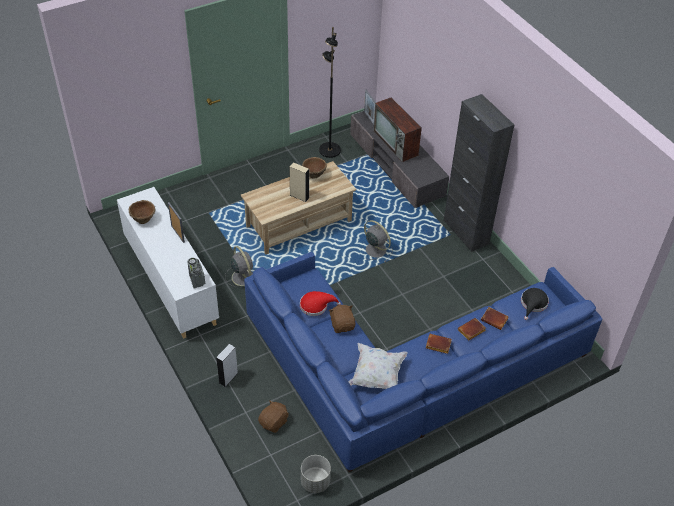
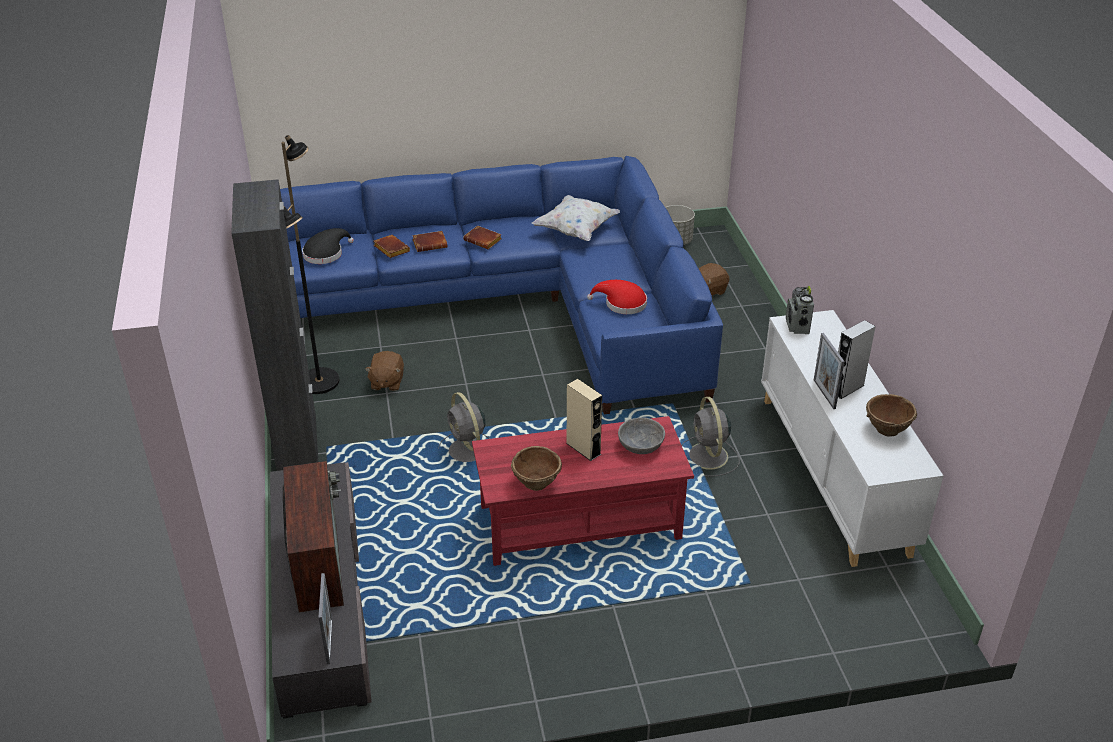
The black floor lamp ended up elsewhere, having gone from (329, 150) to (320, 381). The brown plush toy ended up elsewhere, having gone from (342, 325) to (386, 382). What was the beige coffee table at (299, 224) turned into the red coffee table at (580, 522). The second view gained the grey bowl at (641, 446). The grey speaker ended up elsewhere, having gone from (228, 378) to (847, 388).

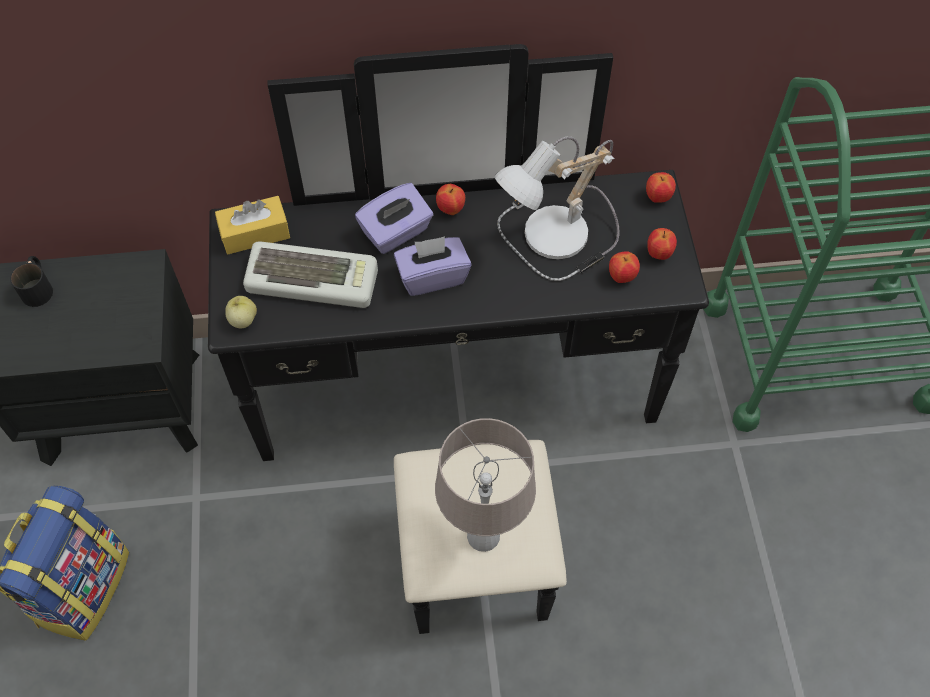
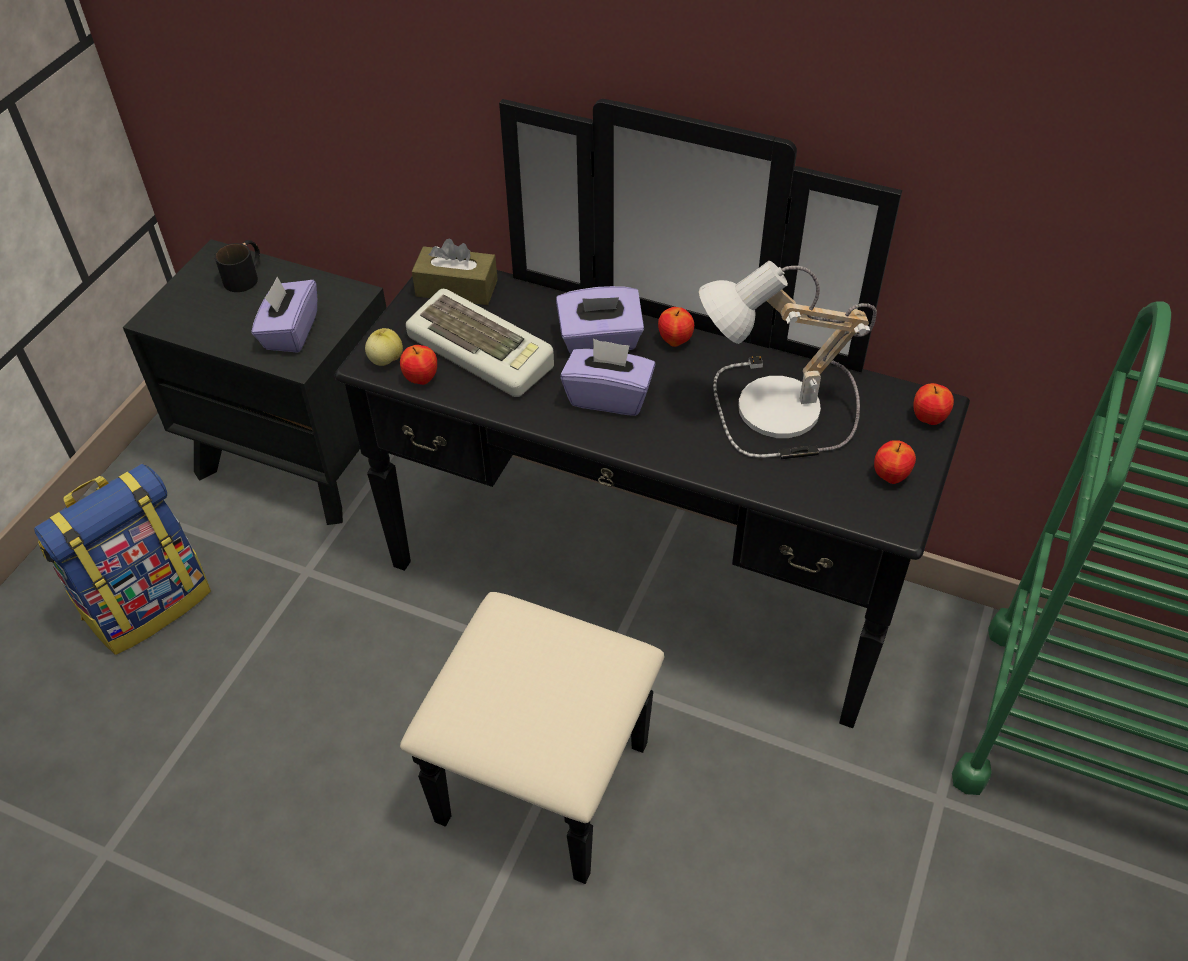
The second view gained the purple tissue box at (290, 332). The apple ended up elsewhere, having gone from (621, 277) to (421, 379). What was the yellow tissue box at (255, 233) turned into the brown tissue box at (456, 288). The second view lost the beige table lamp at (484, 536).

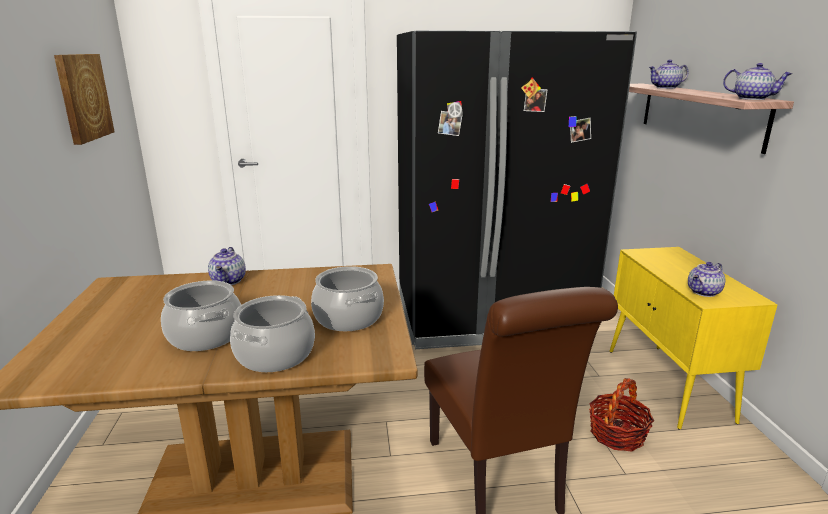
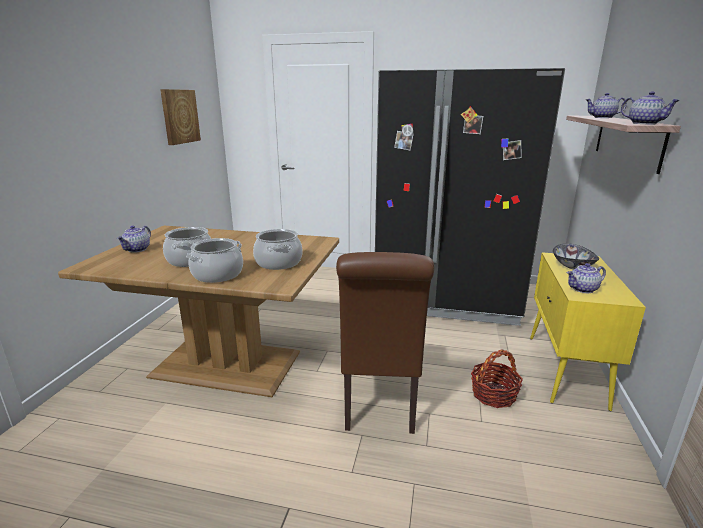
The teapot ended up elsewhere, having gone from (229, 281) to (137, 250). The second view gained the bowl at (573, 266).

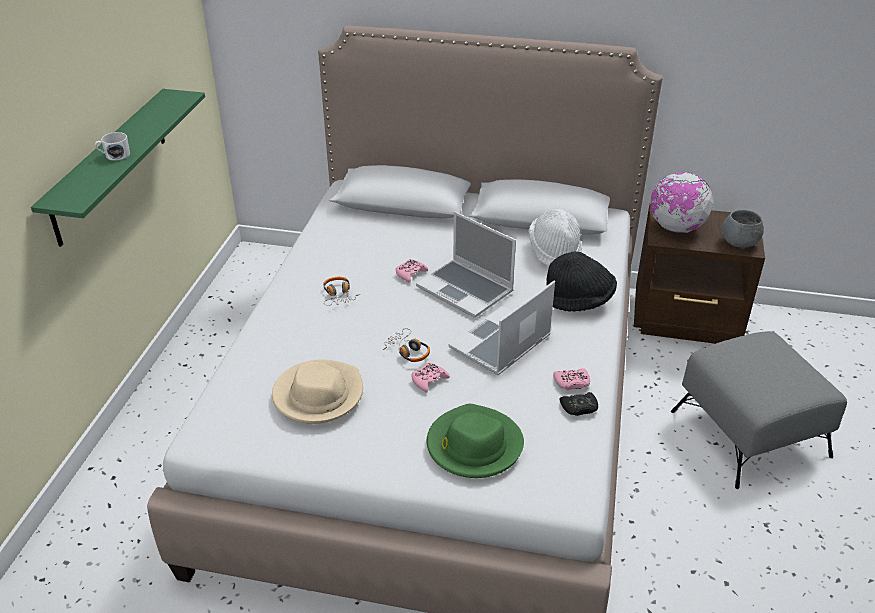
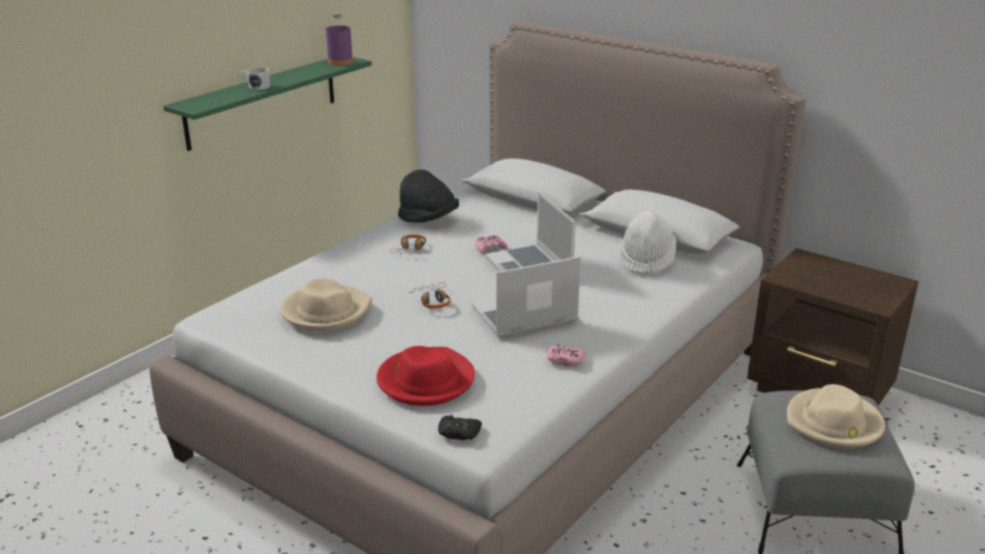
The second view gained the purple bottle at (340, 62). What was the green hat at (473, 445) turned into the red hat at (425, 380). The black hat ended up elsewhere, having gone from (578, 301) to (428, 220). The black game controller ended up elsewhere, having gone from (579, 408) to (459, 433). The second view gained the beige hat at (834, 423). The second view lost the pink game controller at (429, 380). The second view lost the globe at (676, 228). The second view lost the grey bowl at (739, 243).

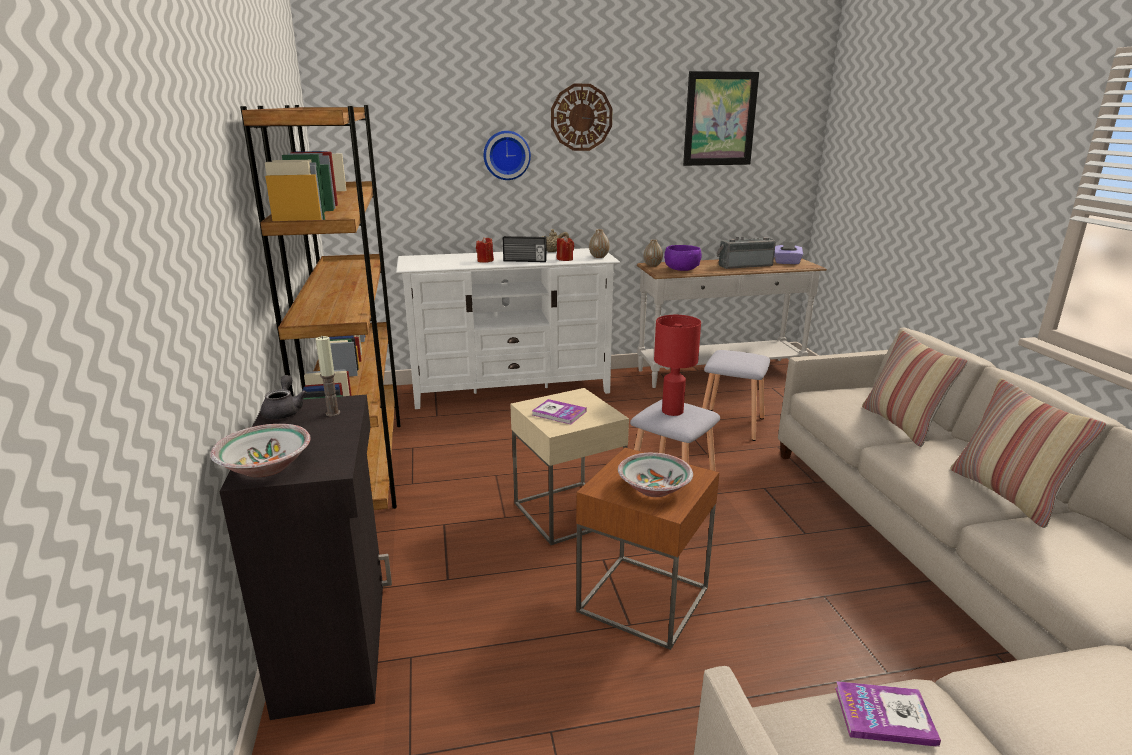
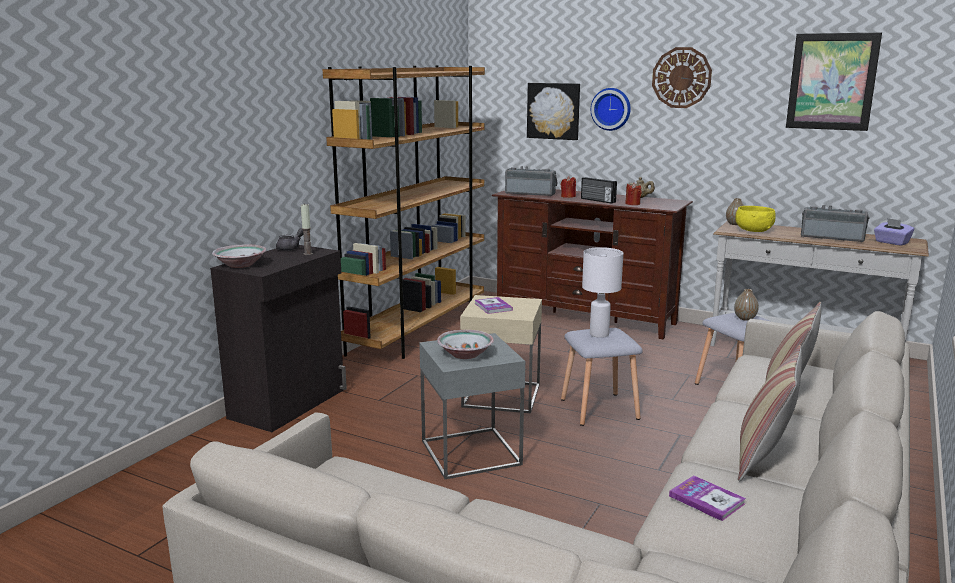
What was the brown side table at (643, 599) turned into the grey side table at (470, 452). What was the white tv stand at (511, 389) turned into the brown tv stand at (585, 317). The second view gained the radio at (530, 193). The second view gained the picture at (554, 111). What was the red table lamp at (673, 411) turned into the white table lamp at (599, 334). The book ended up elsewhere, having gone from (884, 715) to (707, 499). The vase ended up elsewhere, having gone from (599, 257) to (745, 318). What was the purple bowl at (681, 270) turned into the yellow bowl at (753, 231).

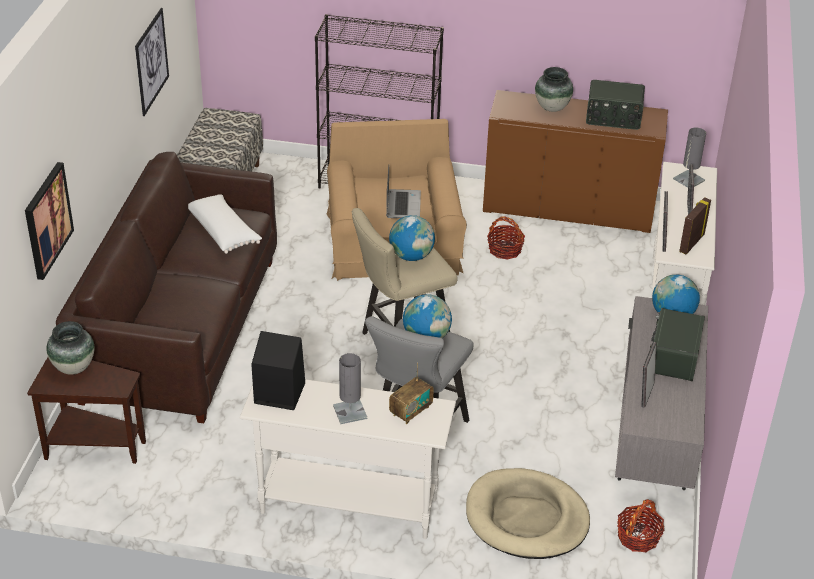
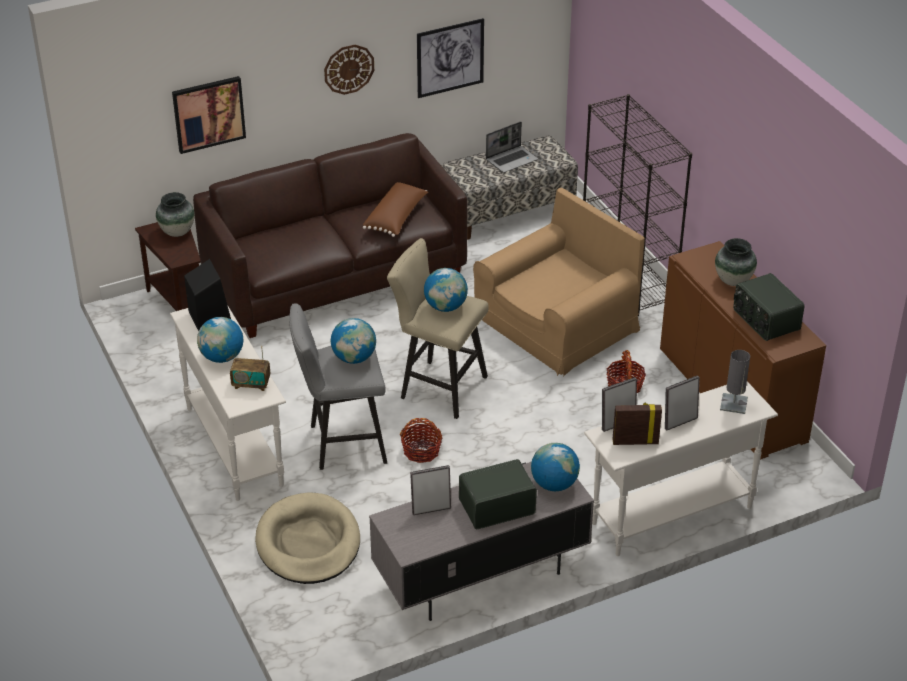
Where the grey table lamp stood at (350, 412), the globe came to stand at (222, 357). The second view gained the wall clock at (349, 69). What was the white pillow at (224, 232) turned into the brown pillow at (397, 218). The basket ended up elsewhere, having gone from (638, 537) to (421, 451). The laptop ended up elsewhere, having gone from (402, 205) to (512, 160).

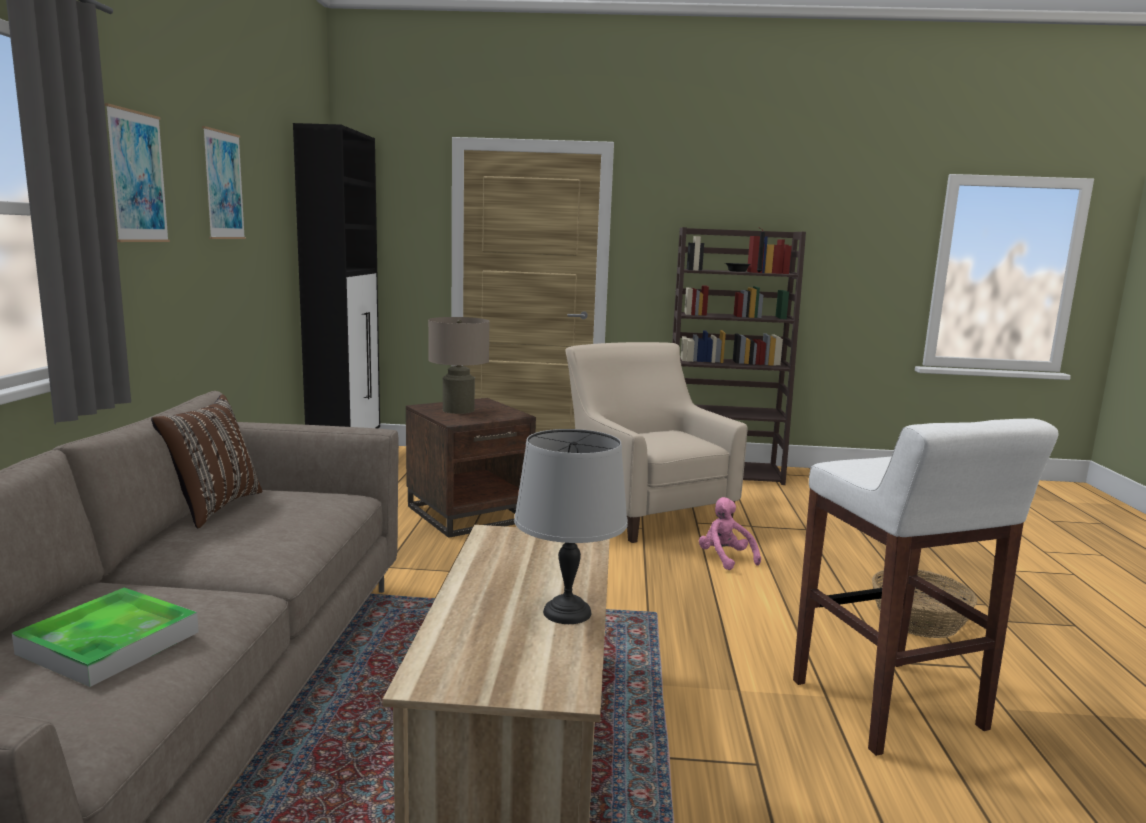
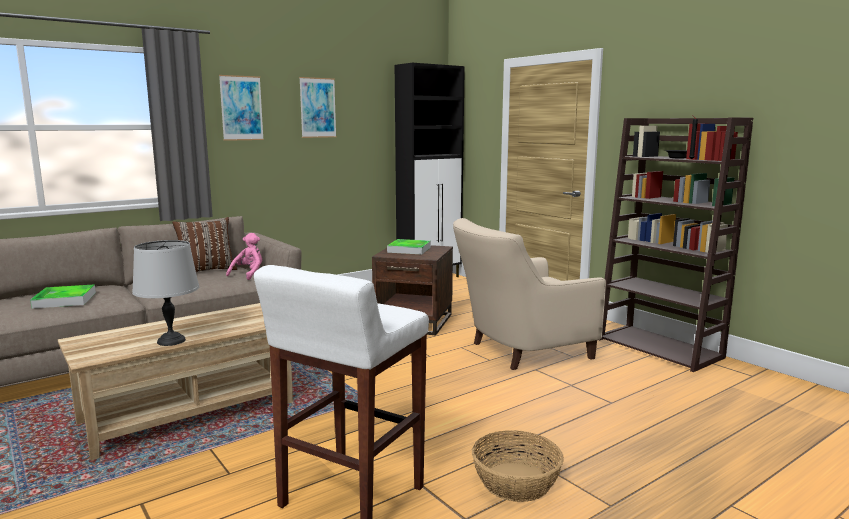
The pink plush toy ended up elsewhere, having gone from (725, 558) to (248, 274). Where the beige table lamp stood at (458, 410), the tray came to stand at (409, 249). The beige armchair at (643, 510) ended up facing another way, 135 degrees counterclockwise from before.

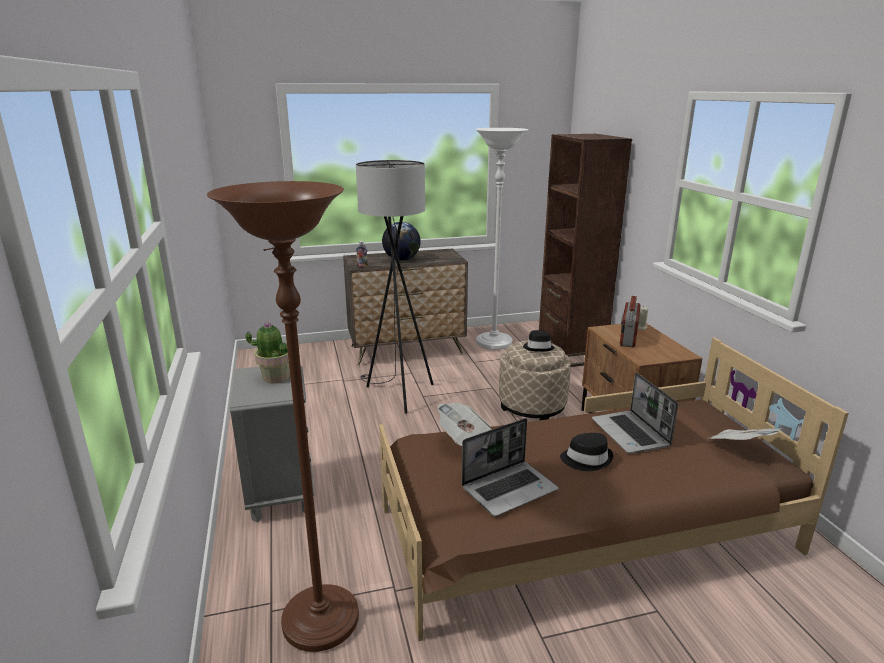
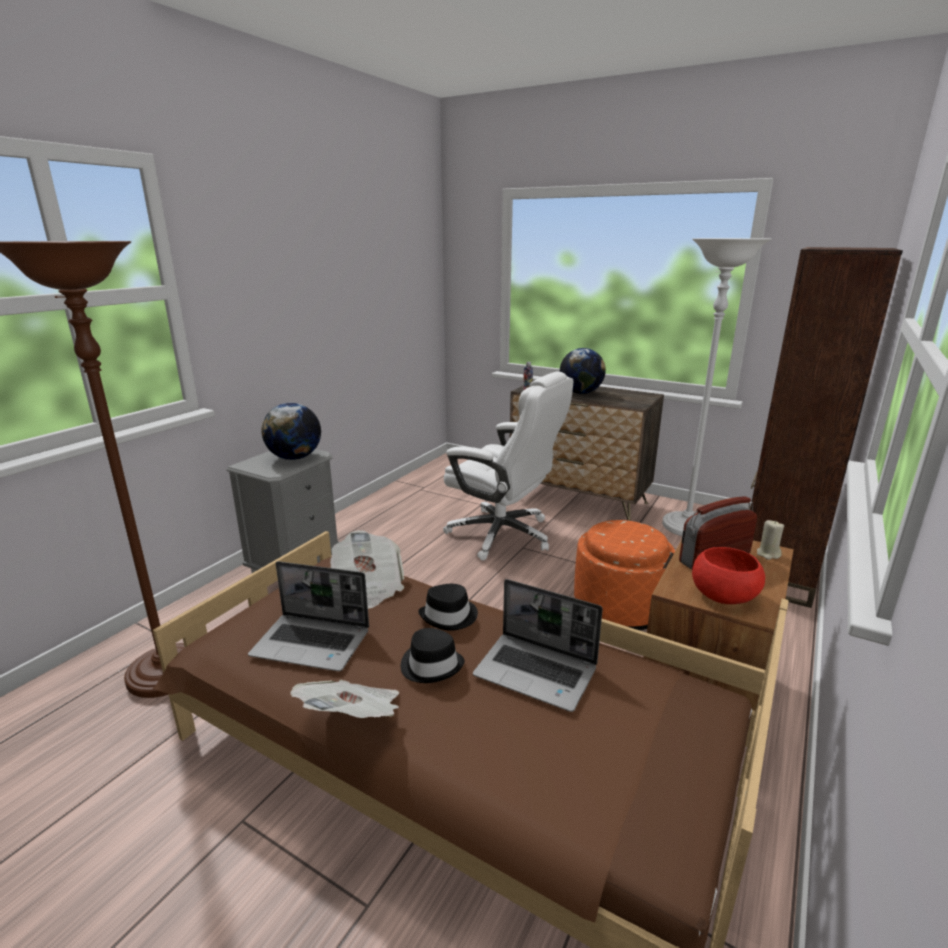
Where the potted plant stood at (275, 377), the globe came to stand at (295, 458). The newspaper ended up elsewhere, having gone from (740, 448) to (353, 719). The black hat ended up elsewhere, having gone from (538, 347) to (449, 616). Where the grey floor lamp stood at (396, 394), the white office chair came to stand at (503, 535). The laptop at (631, 433) ended up facing another way, 90 degrees counterclockwise from before. What was the beige ottoman at (532, 405) turned into the orange ottoman at (619, 608). The second view gained the red bowl at (724, 595).

